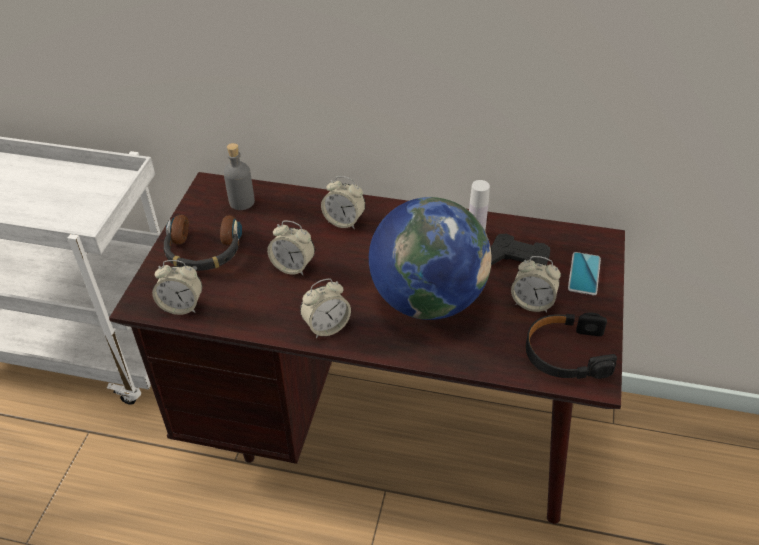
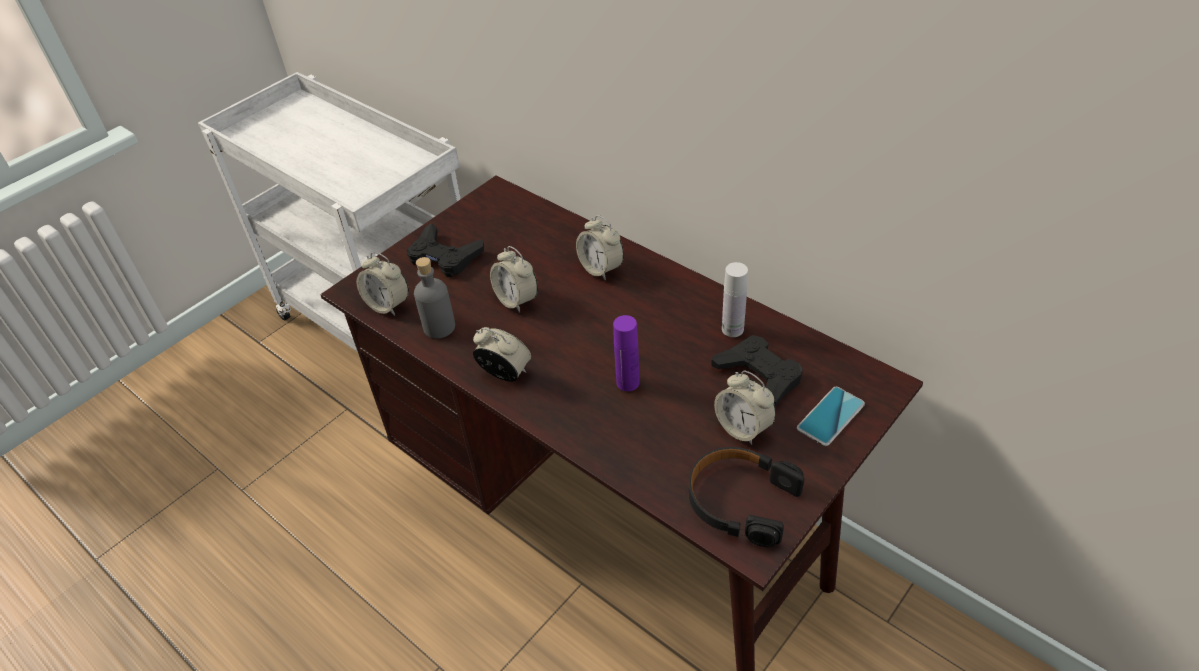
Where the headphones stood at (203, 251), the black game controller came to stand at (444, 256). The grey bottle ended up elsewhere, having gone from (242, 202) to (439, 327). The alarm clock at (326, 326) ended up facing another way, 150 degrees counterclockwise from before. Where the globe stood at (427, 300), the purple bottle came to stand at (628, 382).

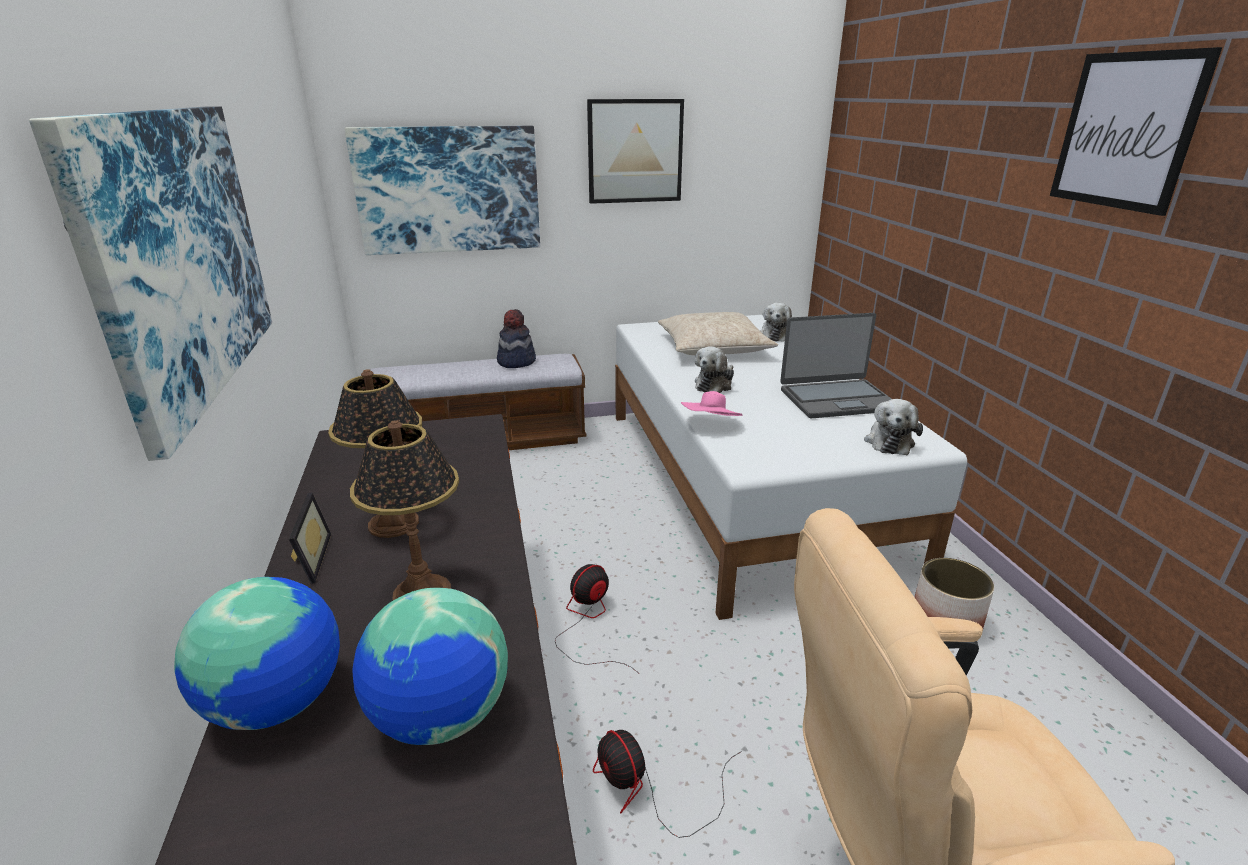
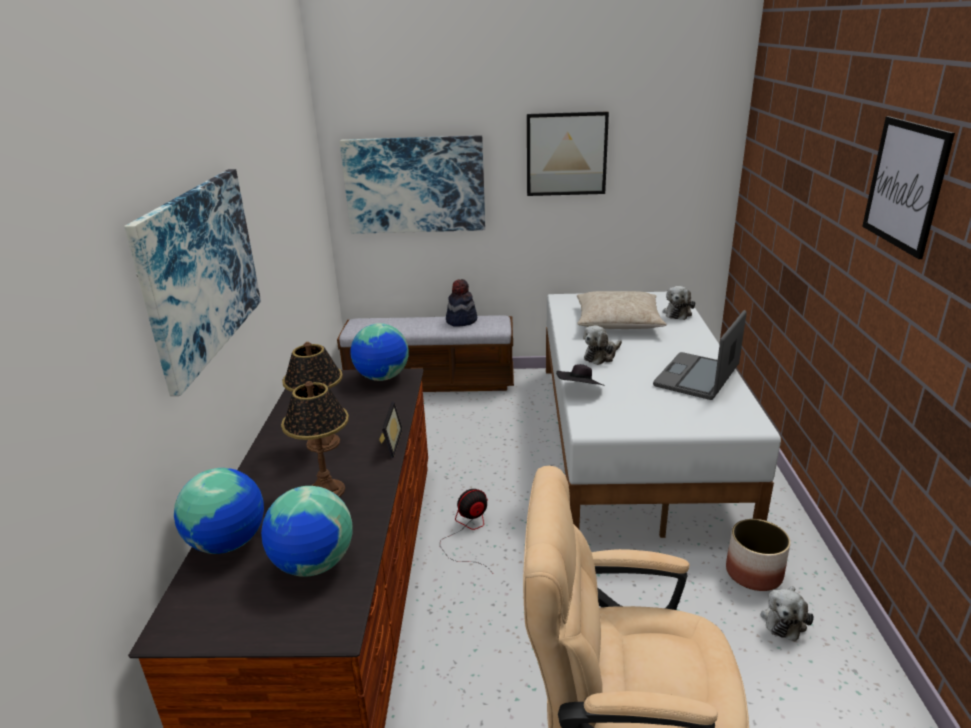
The second view gained the globe at (382, 377). The picture frame ended up elsewhere, having gone from (307, 559) to (388, 443). What was the pink hat at (711, 425) turned into the black hat at (580, 390). The laptop at (837, 399) ended up facing another way, 120 degrees clockwise from before. The plush toy ended up elsewhere, having gone from (889, 441) to (784, 619). The second view lost the fan at (650, 791).

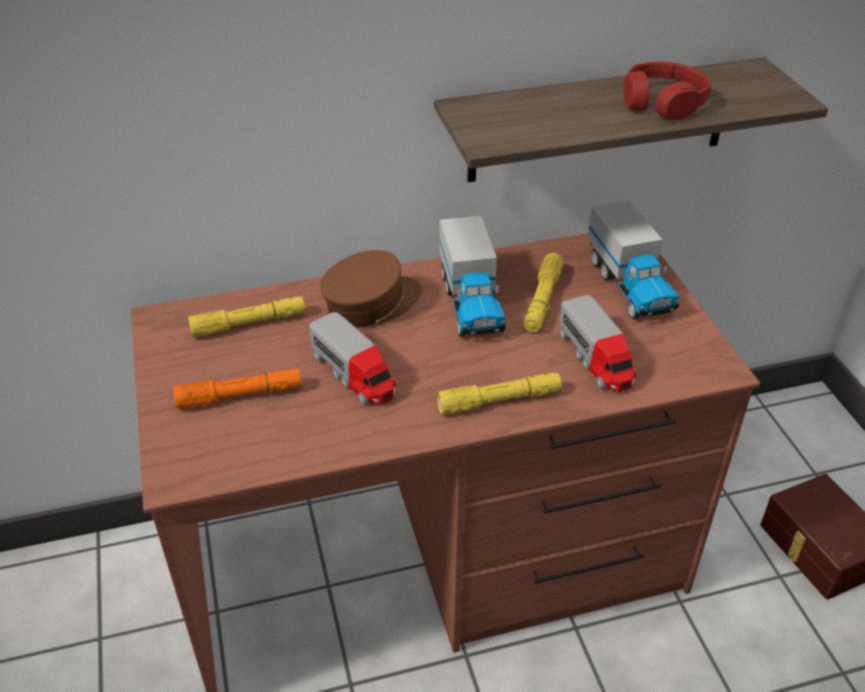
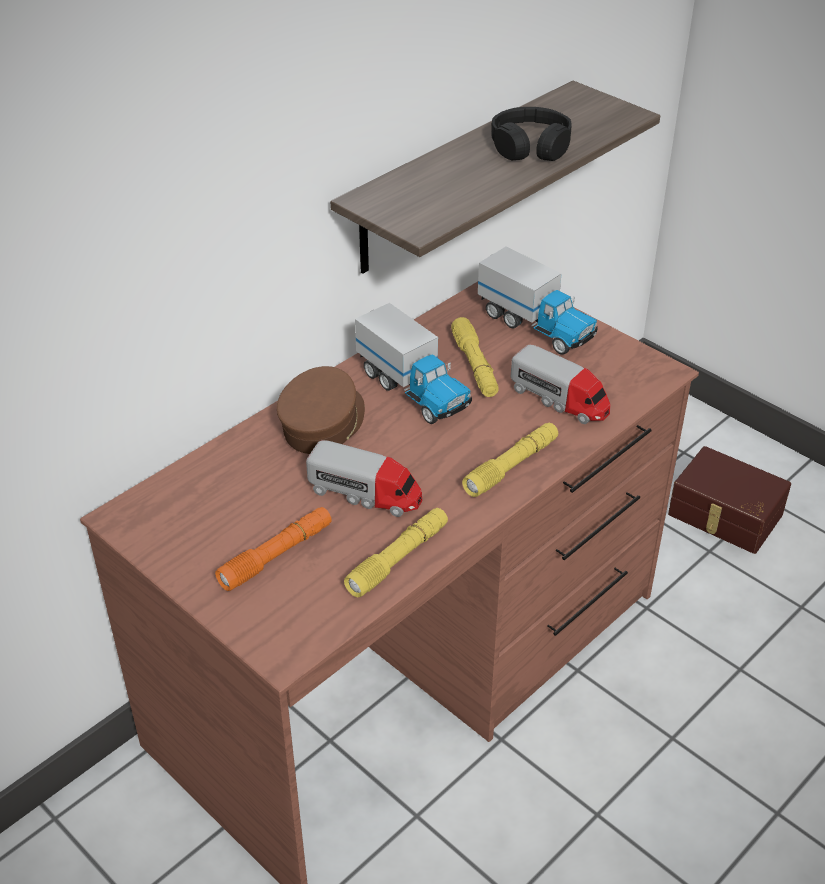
The yellow flashlight ended up elsewhere, having gone from (249, 324) to (398, 559). What was the red headphones at (662, 102) turned into the black headphones at (530, 146).

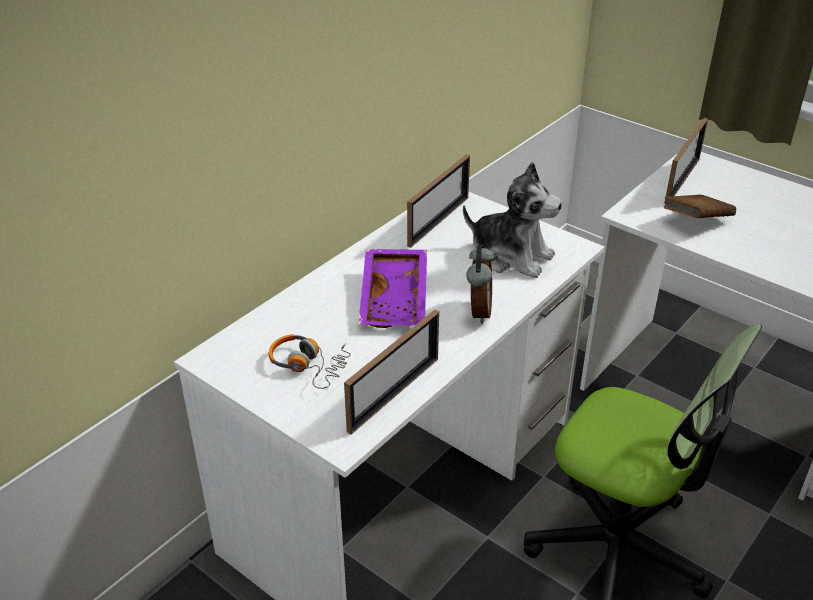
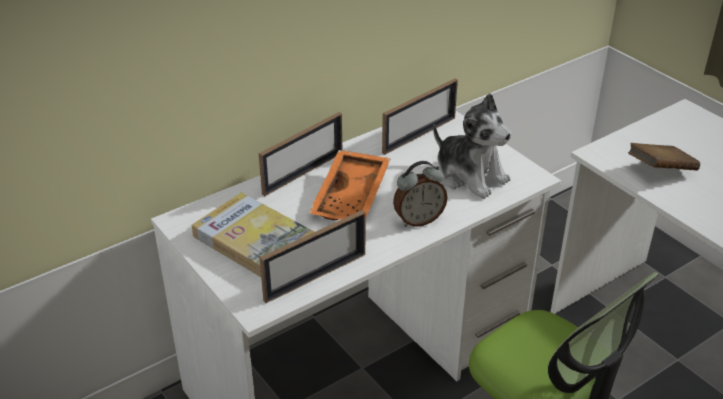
Where the headphones stood at (308, 365), the book came to stand at (255, 240). The picture frame ended up elsewhere, having gone from (682, 181) to (303, 173). What was the purple tray at (396, 299) turned into the orange tray at (352, 197). The alarm clock at (478, 312) ended up facing another way, 45 degrees clockwise from before.

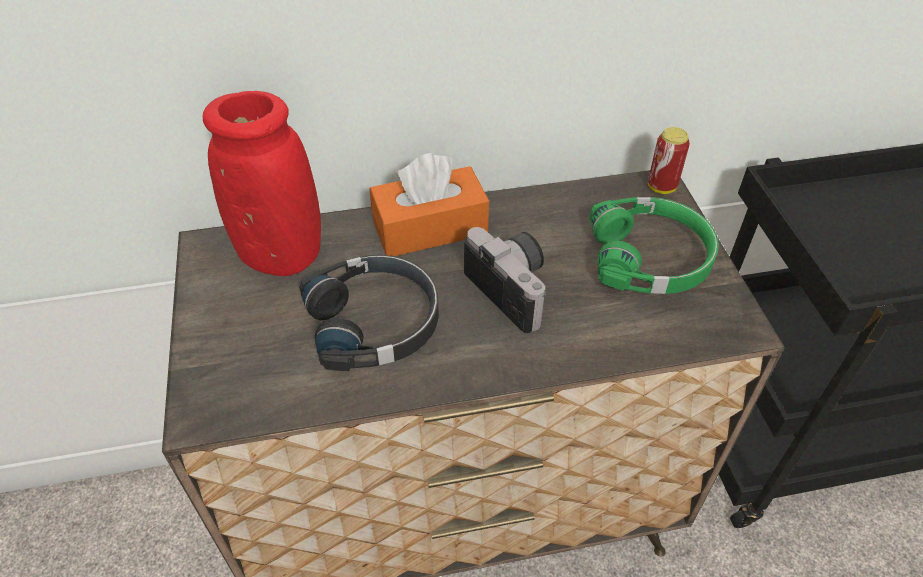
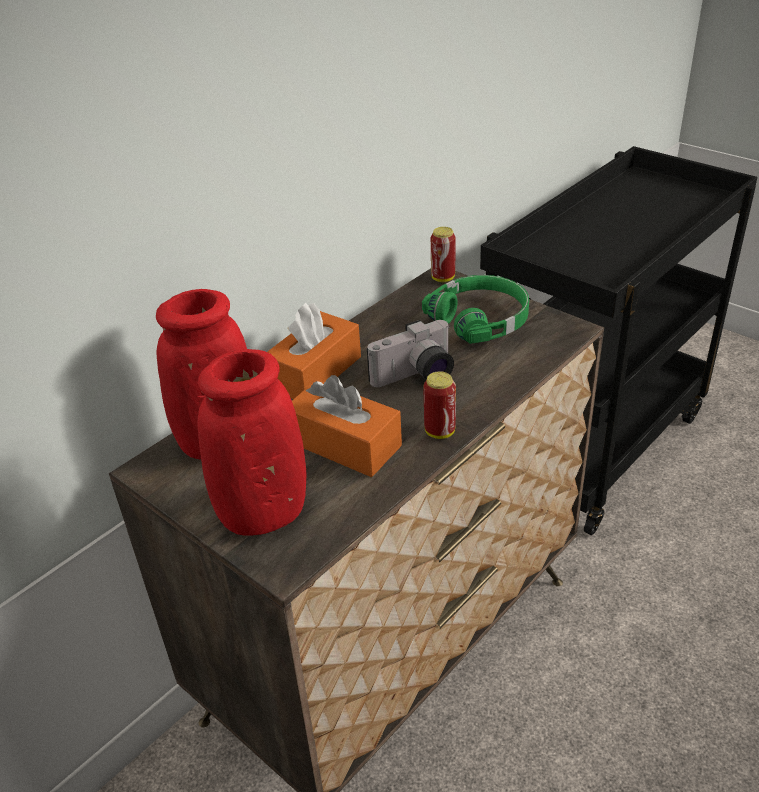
The second view gained the red vase at (263, 513). Where the black headphones stood at (375, 322), the orange tissue box came to stand at (344, 444). The photo camera at (515, 289) ended up facing another way, 135 degrees clockwise from before. The second view gained the can at (439, 432).

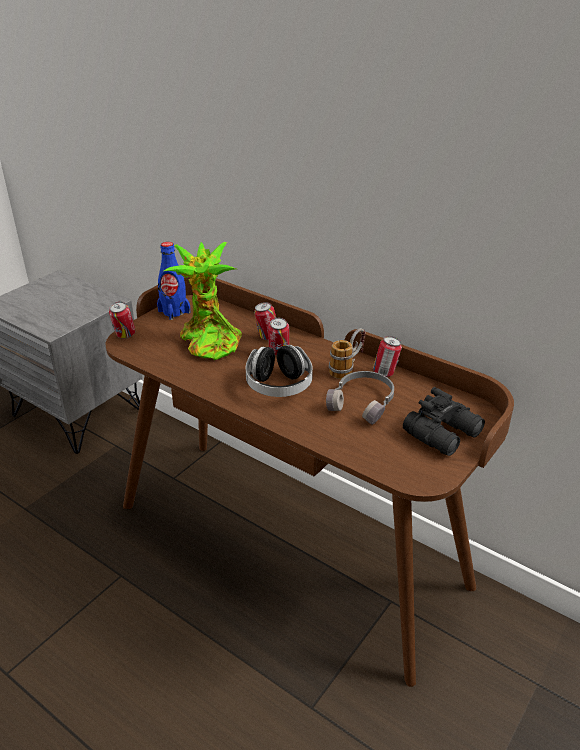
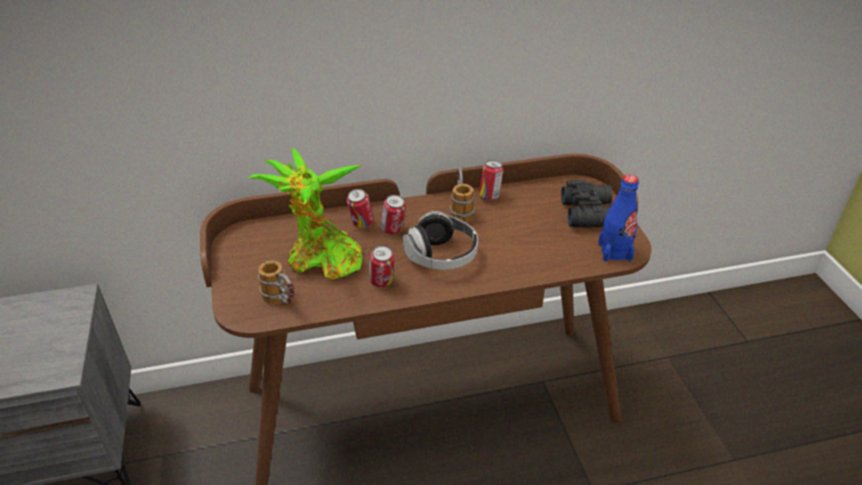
The second view gained the mug at (282, 302). The can ended up elsewhere, having gone from (124, 336) to (382, 283). The blue bottle ended up elsewhere, having gone from (174, 311) to (614, 252). The second view lost the grey headphones at (363, 402).

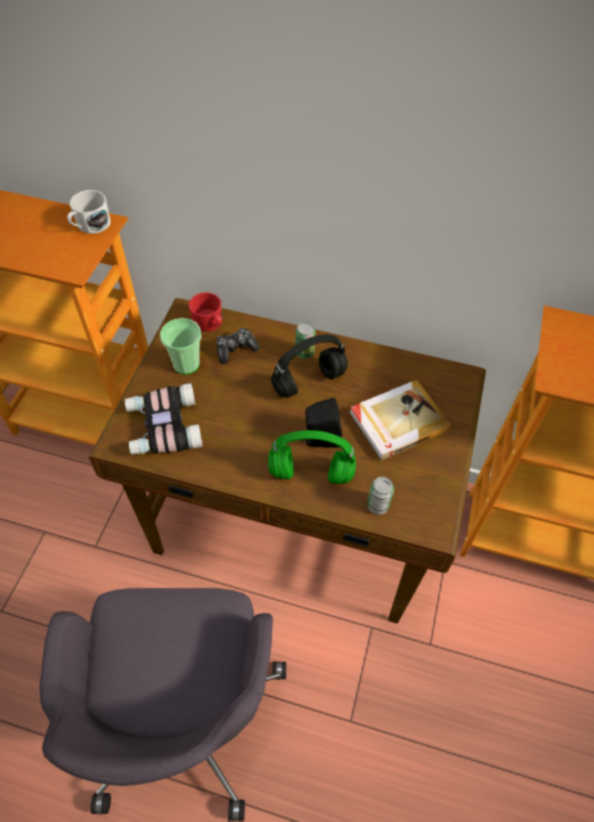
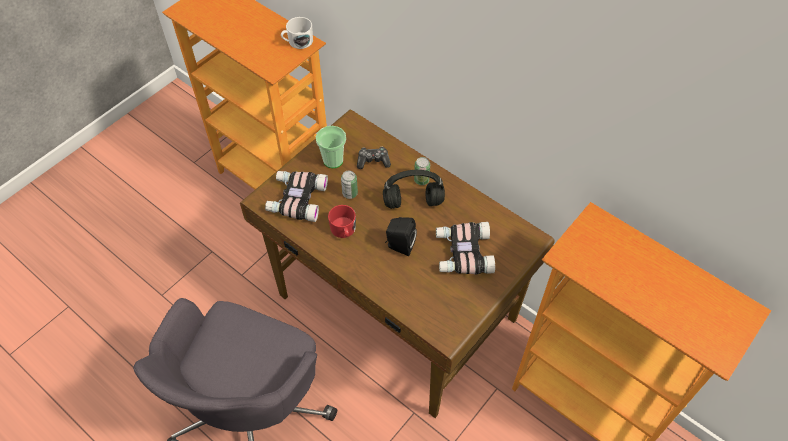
The red mug ended up elsewhere, having gone from (209, 323) to (343, 230). The can ended up elsewhere, having gone from (377, 505) to (350, 193). Where the book stood at (397, 421), the binoculars came to stand at (462, 253). The second view lost the green headphones at (309, 473).

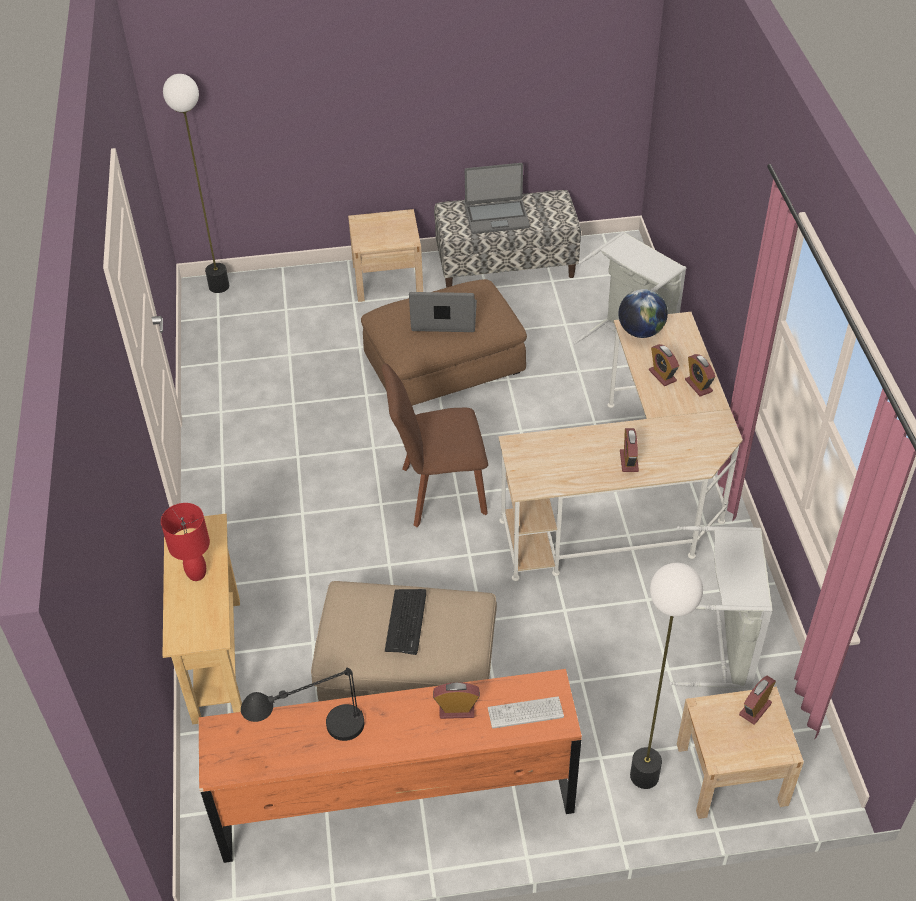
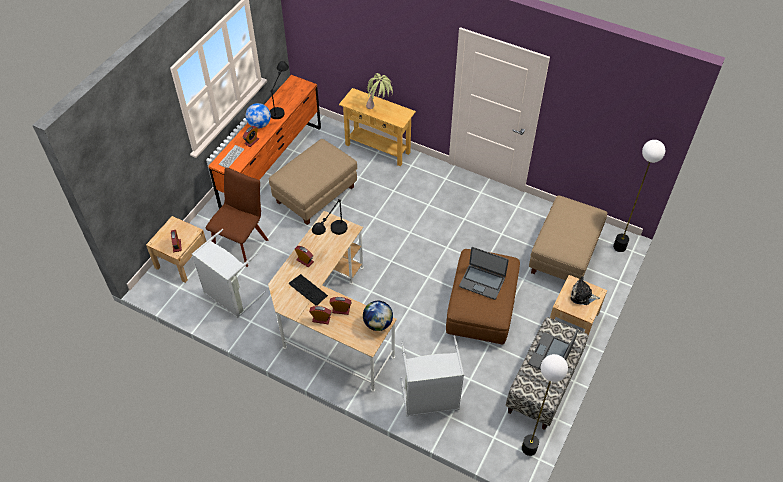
The brown chair ended up elsewhere, having gone from (438, 492) to (242, 243). The second view gained the globe at (259, 125). The keyboard ended up elsewhere, having gone from (406, 621) to (308, 290). The second view gained the black table lamp at (331, 238). Where the red table lamp stood at (197, 574), the potted plant came to stand at (379, 108). The laptop at (444, 318) ended up facing another way, 75 degrees clockwise from before. The floor lamp ended up elsewhere, having gone from (644, 776) to (529, 448). The second view gained the beige ottoman at (564, 255). The second view gained the plush toy at (582, 296).

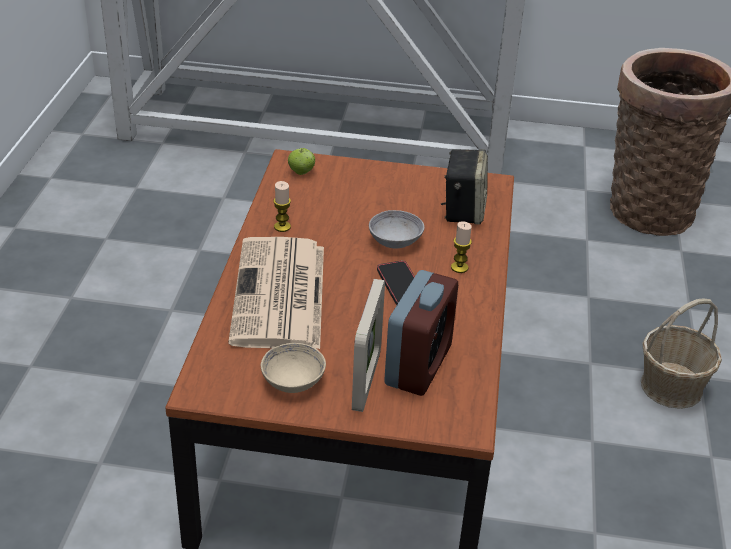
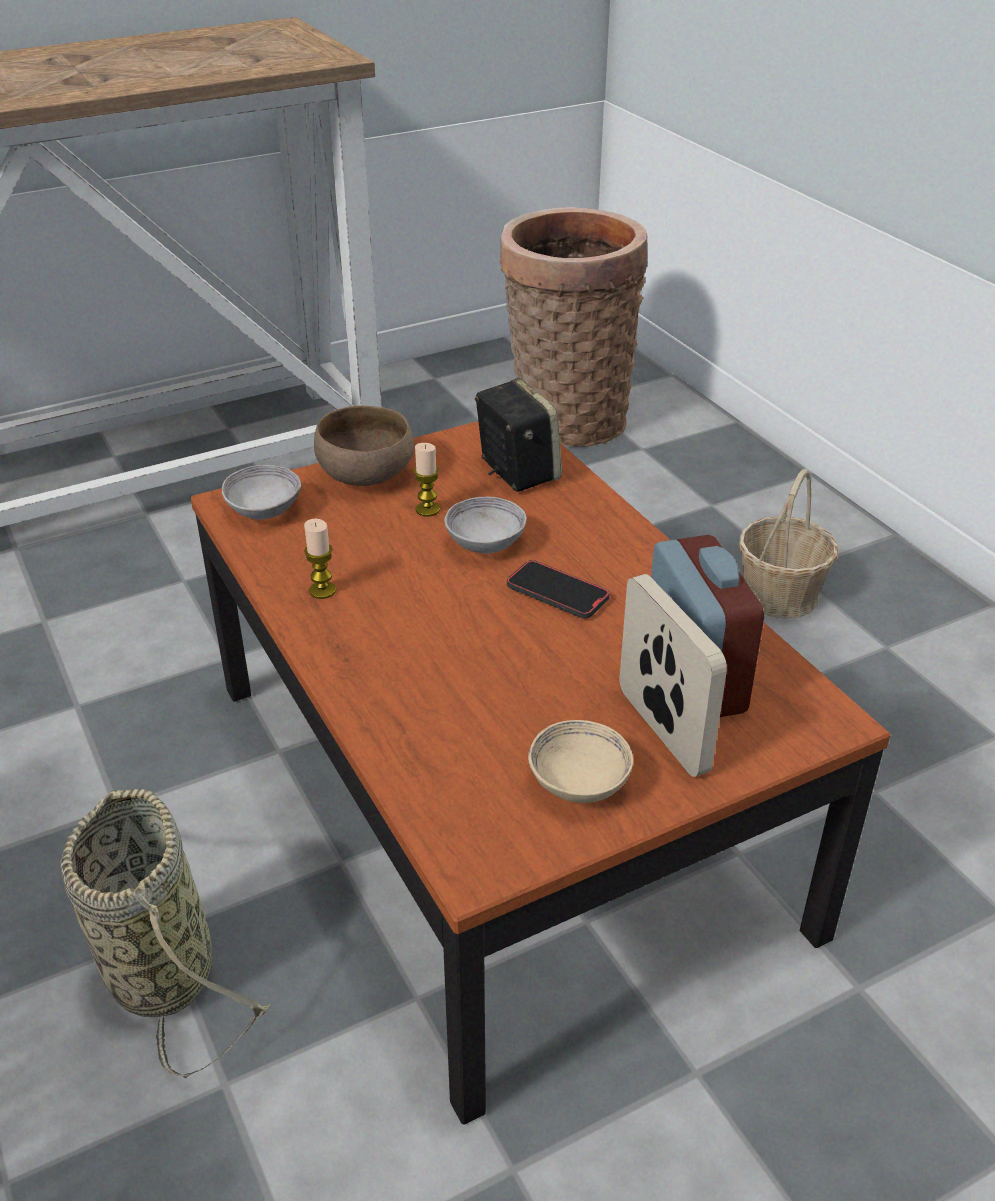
The second view gained the basket at (159, 965). Where the apple stood at (301, 172), the grey bowl came to stand at (264, 510). The second view gained the brown bowl at (368, 475). The candle ended up elsewhere, having gone from (459, 267) to (427, 509). The second view lost the newspaper at (280, 295).

